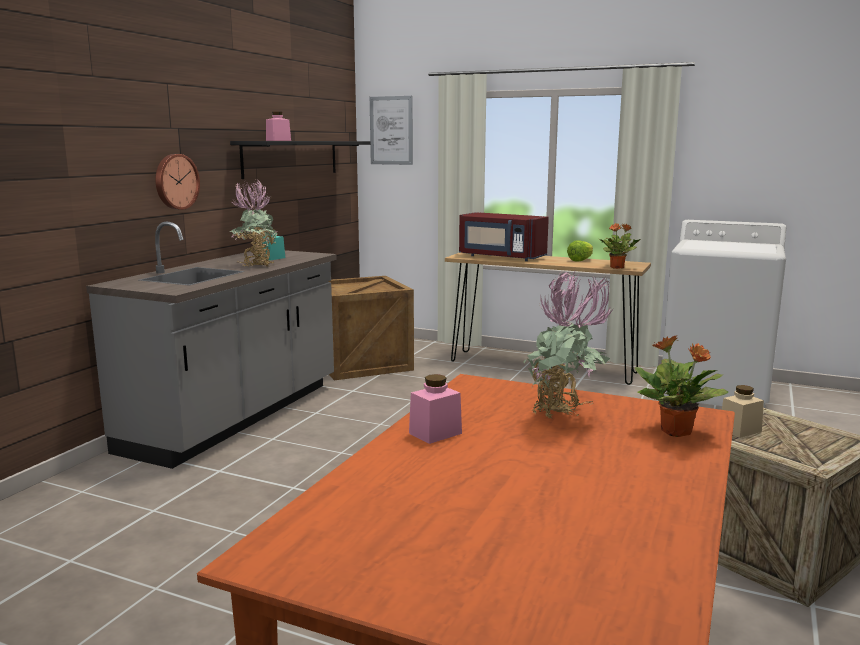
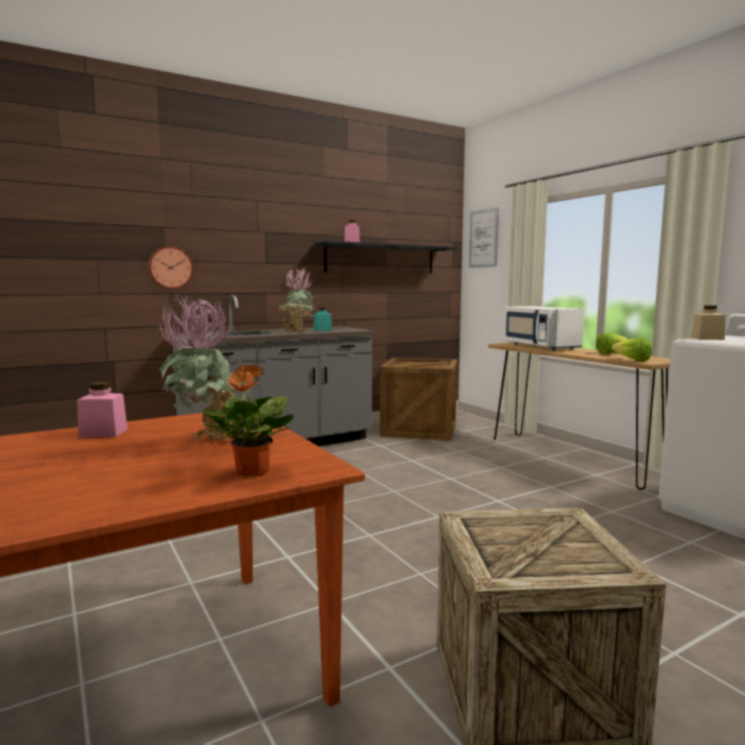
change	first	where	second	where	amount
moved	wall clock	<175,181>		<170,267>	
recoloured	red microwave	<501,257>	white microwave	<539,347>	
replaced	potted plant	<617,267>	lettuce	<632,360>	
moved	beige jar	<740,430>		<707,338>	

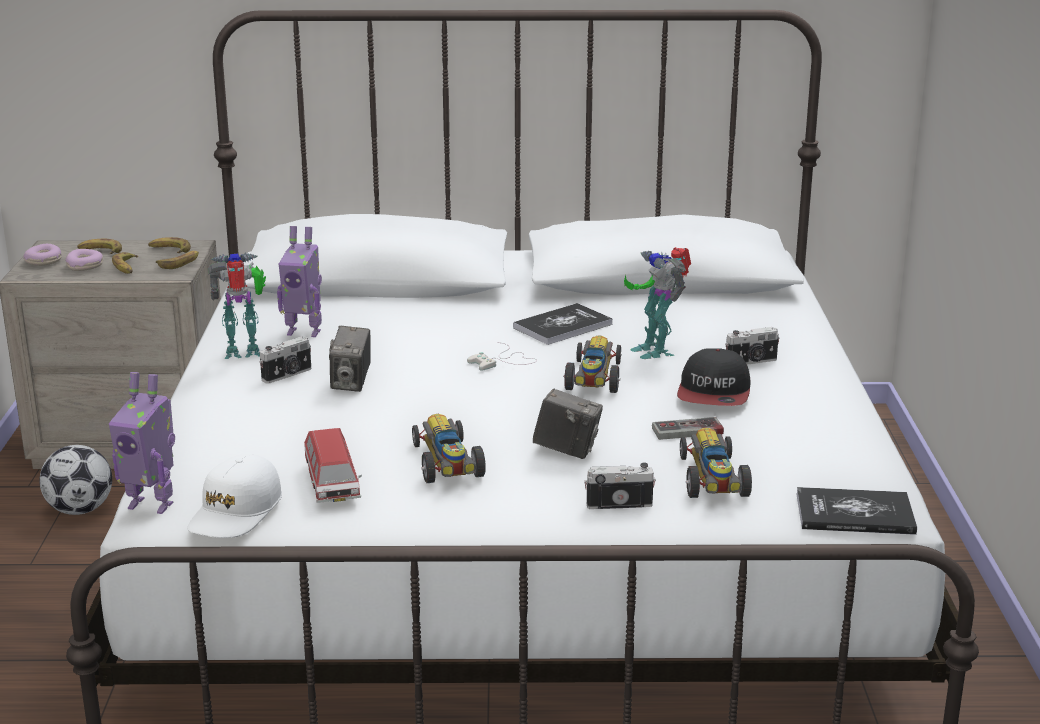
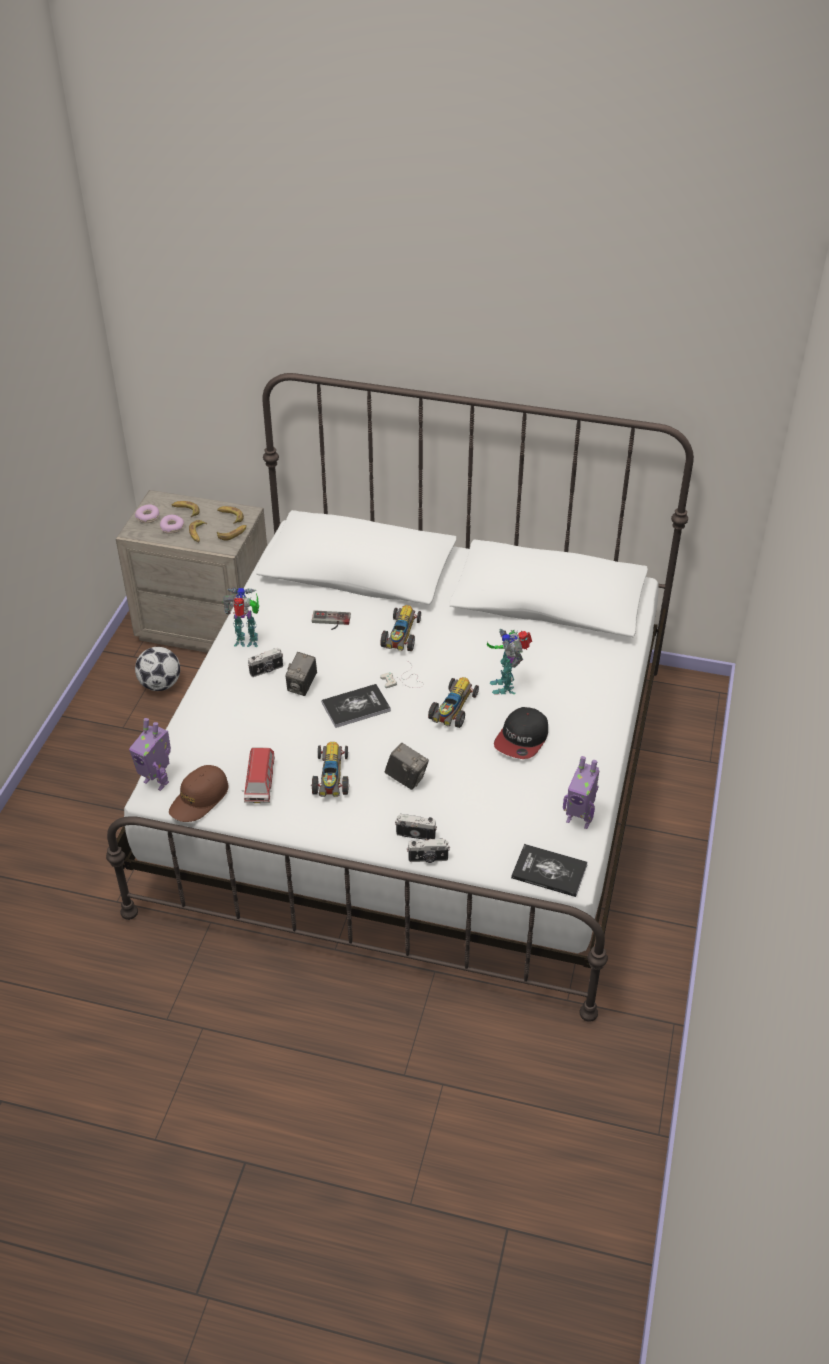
change	first	where	second	where	amount
recoloured	white cap	<235,512>	brown cap	<199,799>	
moved	toy robot	<304,332>		<579,819>	
moved	book	<562,326>		<356,707>	
moved	game controller	<689,434>		<330,622>	
moved	toy car	<712,480>		<401,636>	
moved	photo camera	<752,362>		<428,859>	

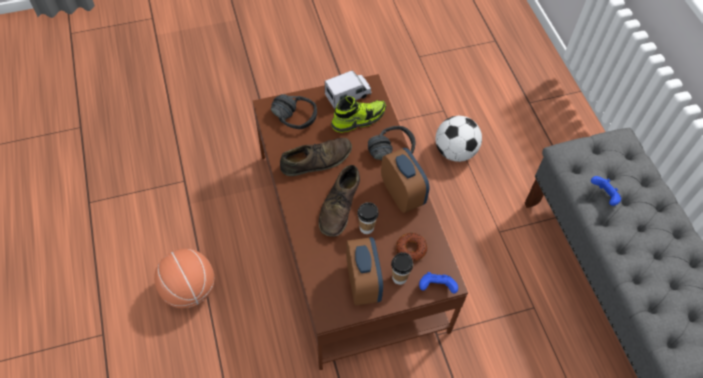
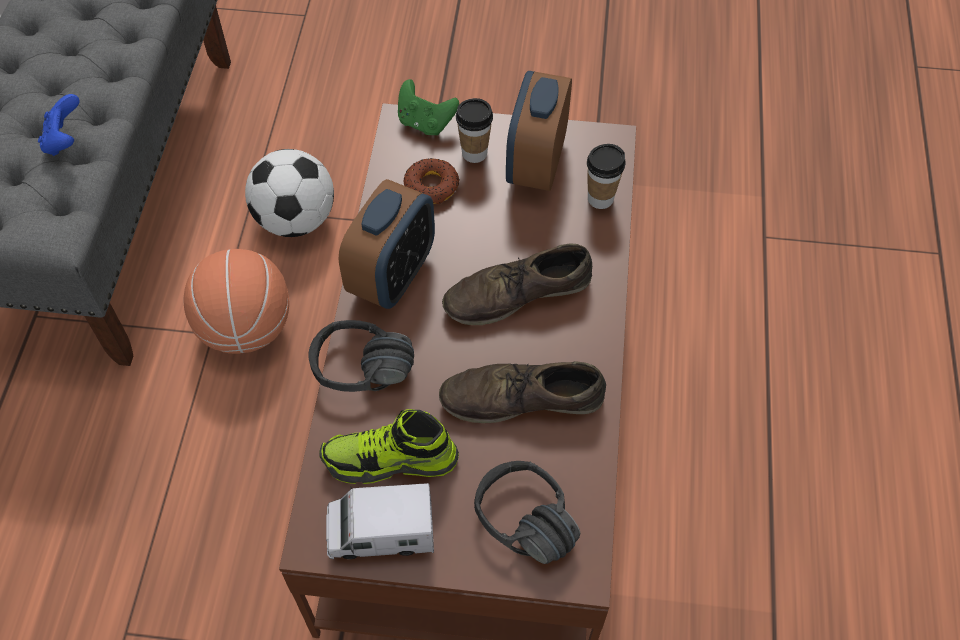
change	first	where	second	where	amount
moved	basketball	<189,289>		<246,328>	
turned	brown shoe	<339,206>		<517,294>	150 degrees counterclockwise
moved	cup	<366,228>		<600,199>	
turned	alarm clock	<402,194>		<392,275>	150 degrees counterclockwise
recoloured	blue game controller	<436,287>	green game controller	<425,123>	
moved	football	<454,151>		<296,220>	

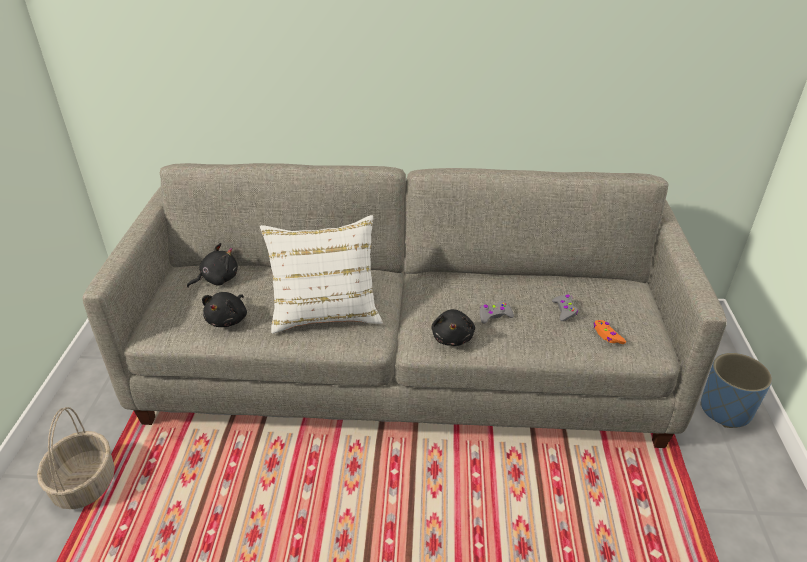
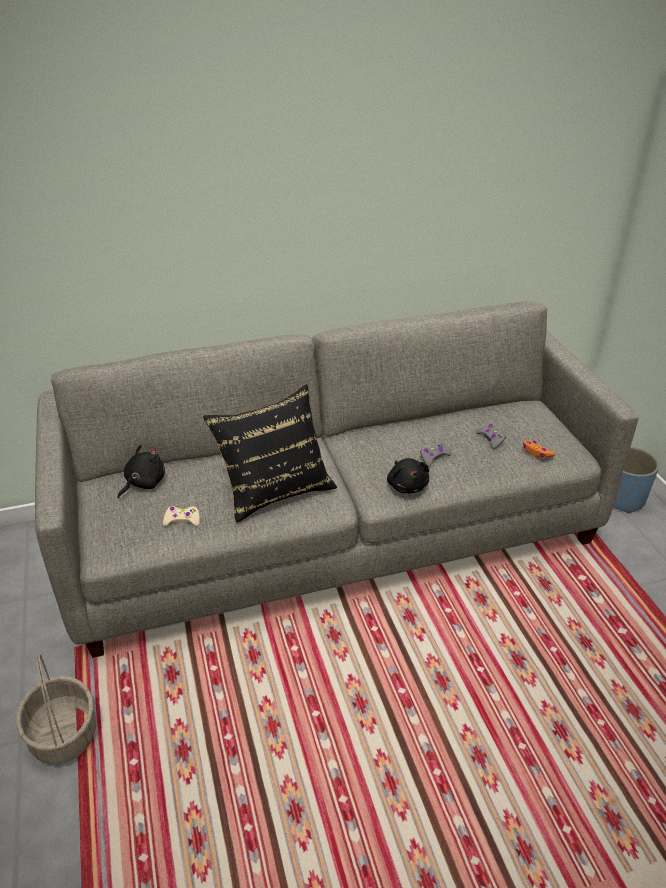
change	first	where	second	where	amount
replaced	black plush toy	<228,319>	beige game controller	<182,520>	
recoloured	white pillow	<326,311>	black pillow	<275,489>	

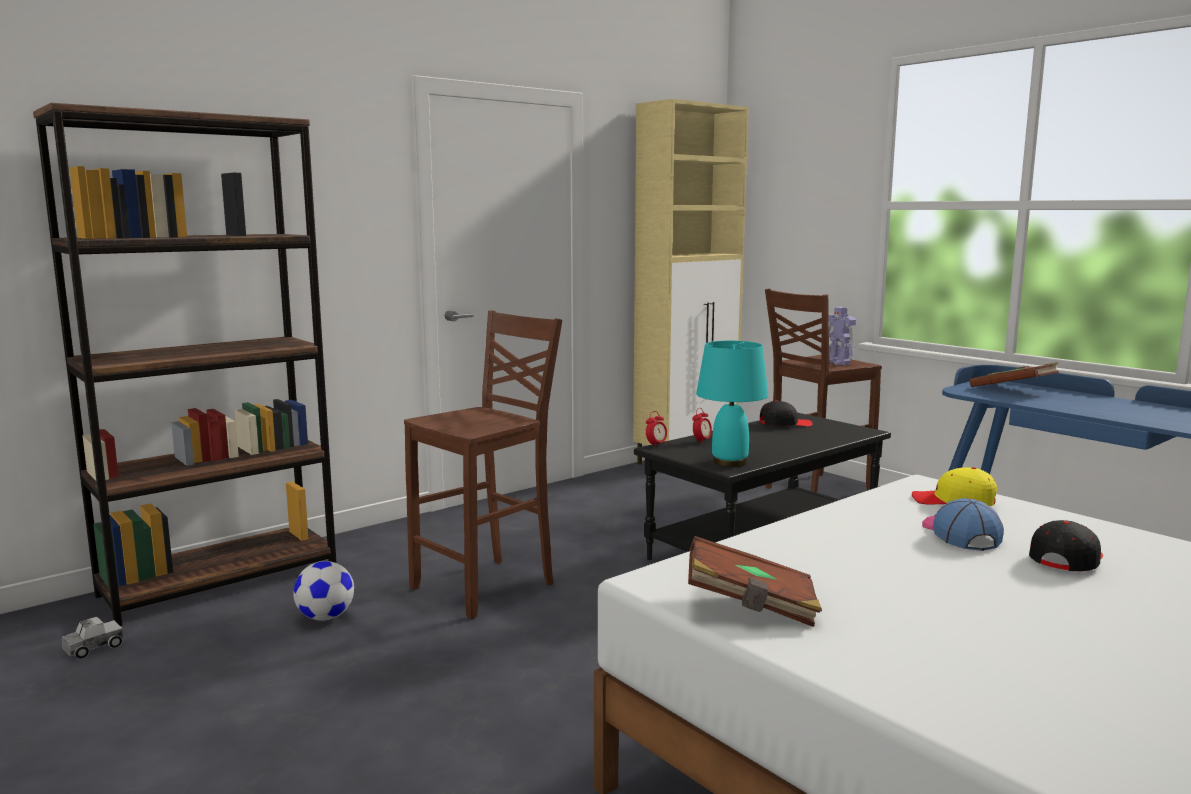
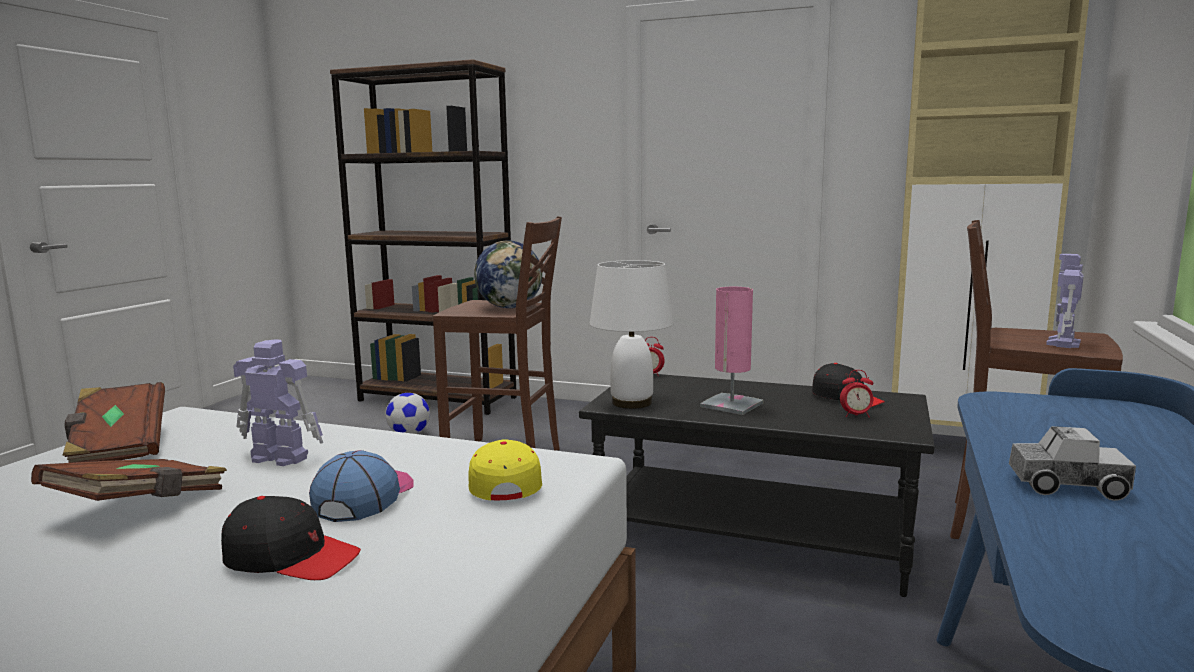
change	first	where	second	where	amount
moved	toy truck	<93,648>		<1066,486>	
moved	alarm clock	<701,441>		<856,415>	
recoloured	turquoise table lamp	<729,462>	white table lamp	<632,402>	
turned	cap	<960,534>		<363,497>	45 degrees counterclockwise
moved	brown book	<1012,390>		<140,506>	
added			toy robot	<279,457>	
added			globe	<510,307>	
added			pink table lamp	<731,405>	

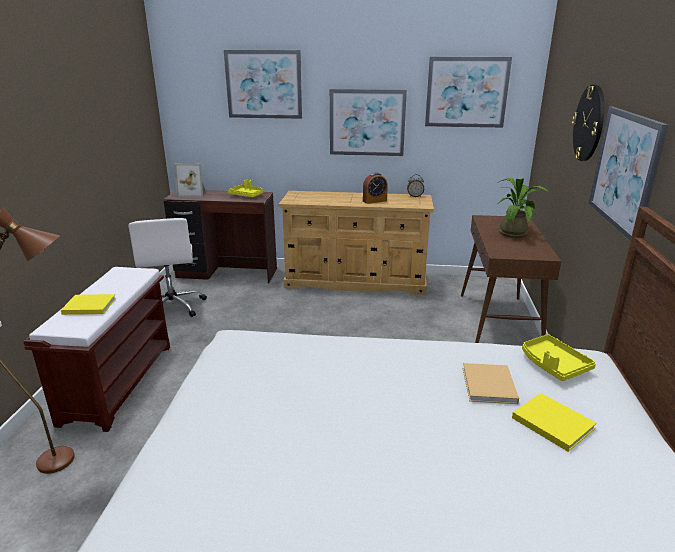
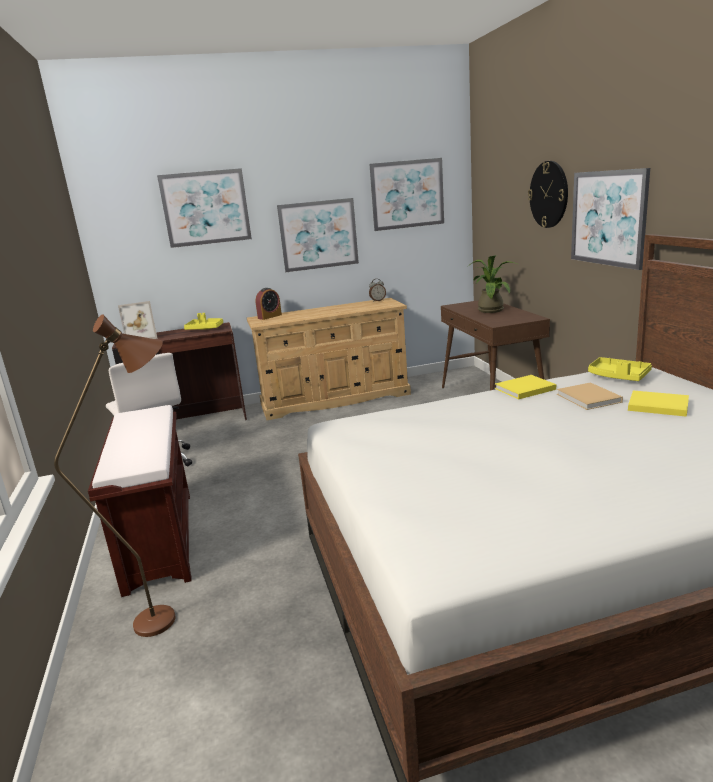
change	first	where	second	where	amount
moved	yellow book	<88,306>		<523,389>	
moved	alarm clock	<374,201>		<269,316>	

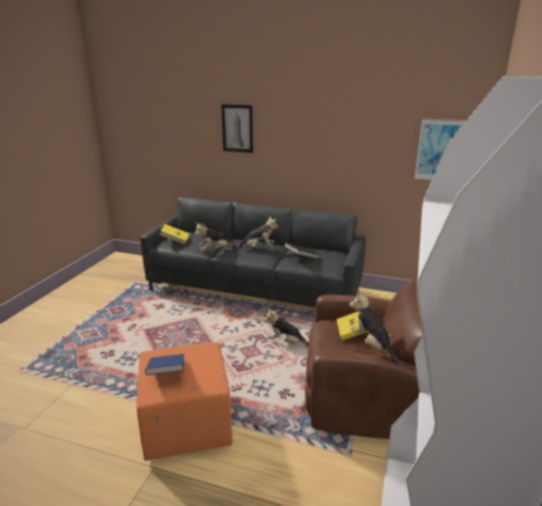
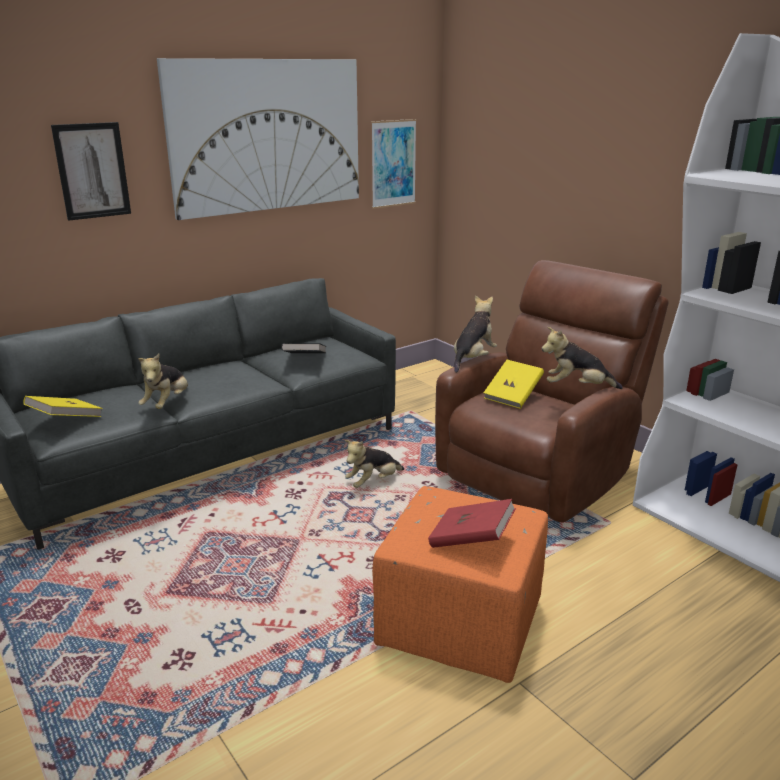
change	first	where	second	where	amount
recoloured	blue book	<166,374>	red book	<471,540>	
moved	plush toy	<258,248>		<473,359>	
added			picture	<267,136>	

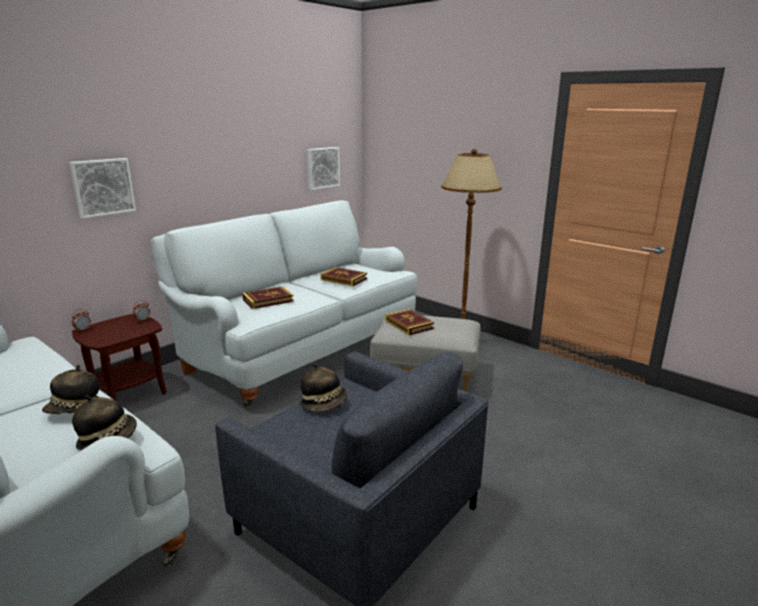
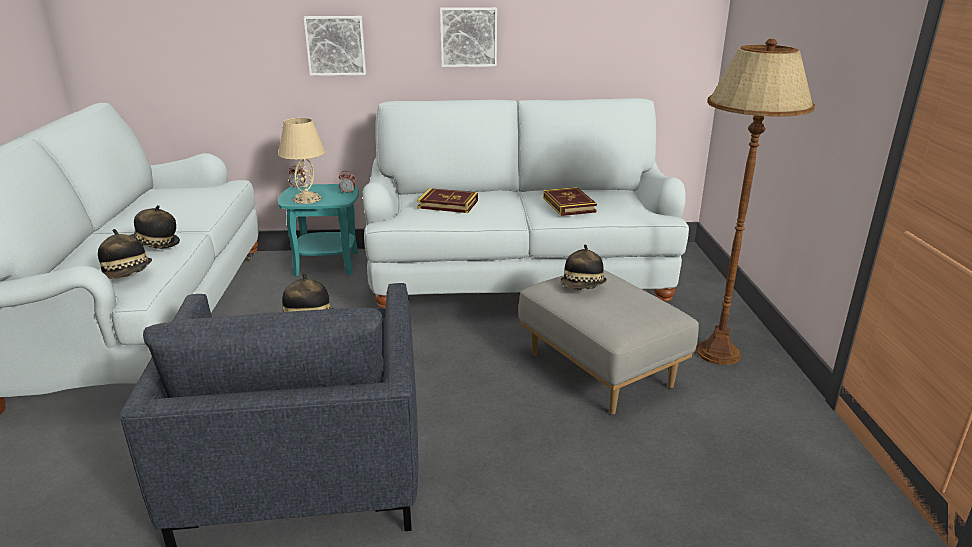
change	first	where	second	where	amount
recoloured	brown side table	<129,394>	turquoise side table	<327,263>	
moved	picture	<322,167>		<468,37>	
replaced	book	<409,324>	hat	<583,287>	
added			beige table lamp	<307,199>	

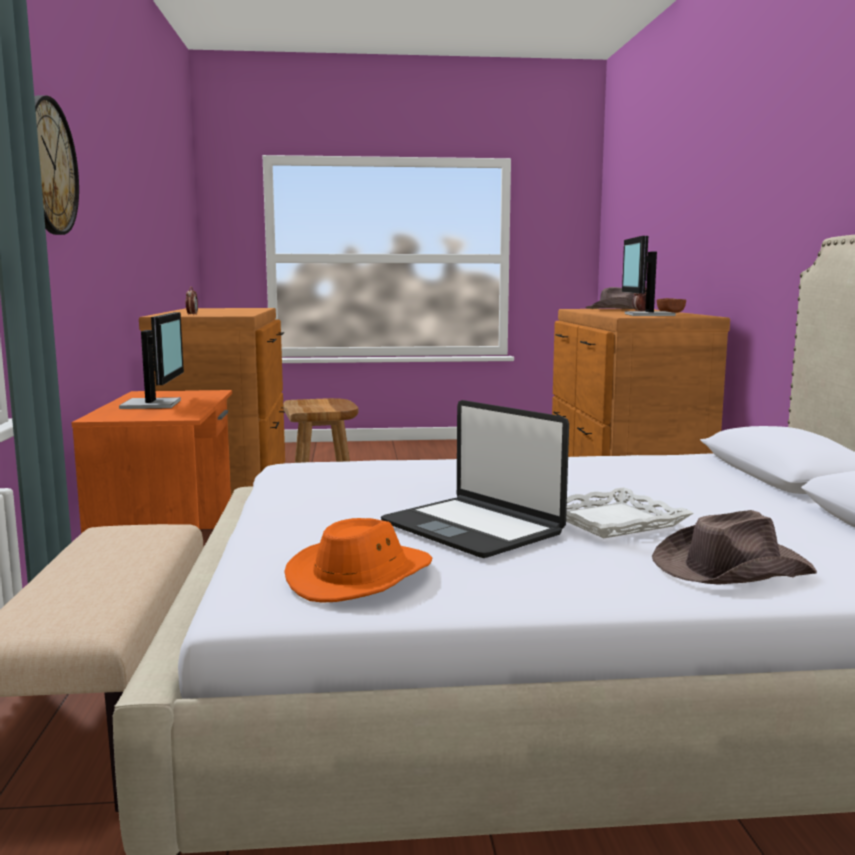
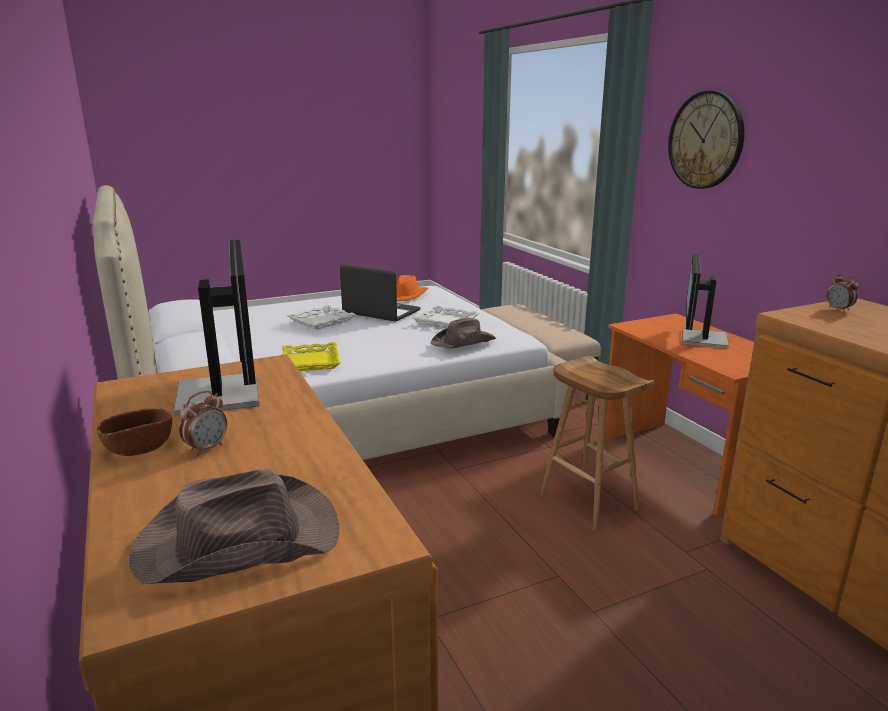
change	first	where	second	where	amount
turned	monitor	<154,404>		<701,339>	45 degrees clockwise
moved	brown hat	<730,568>		<464,342>	
added			yellow tray	<311,362>	
added			white tray	<445,322>	

